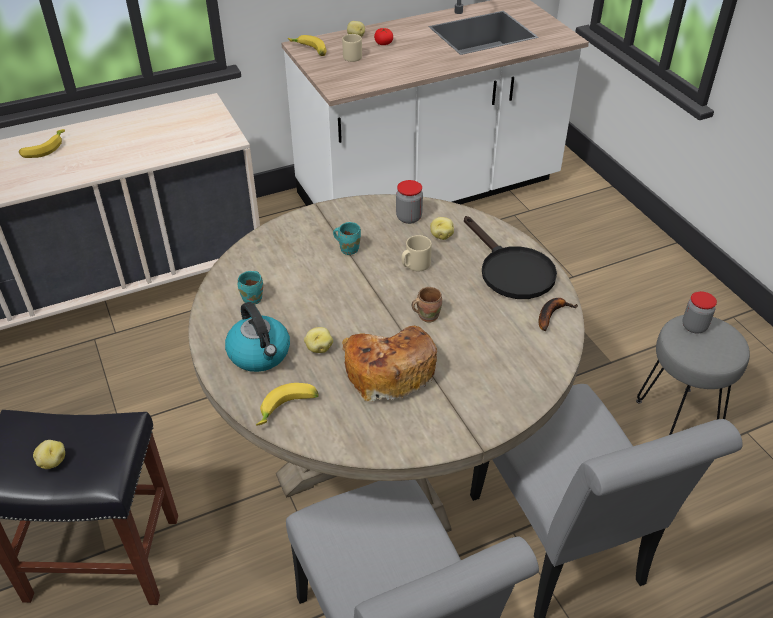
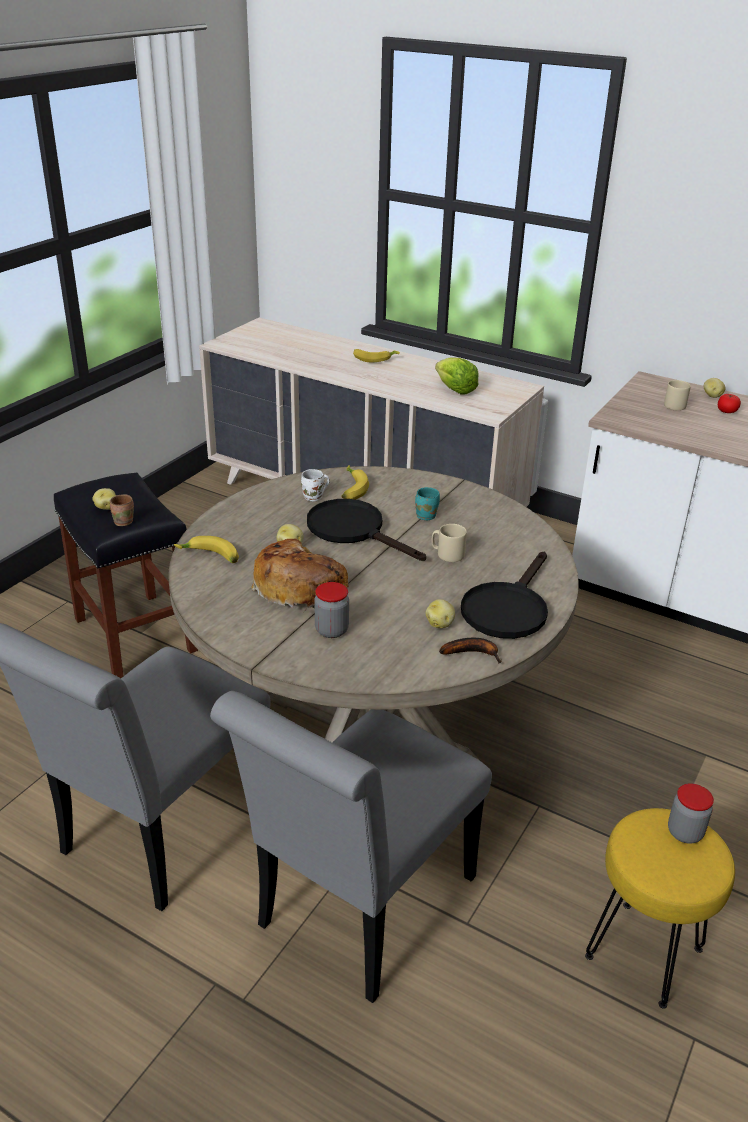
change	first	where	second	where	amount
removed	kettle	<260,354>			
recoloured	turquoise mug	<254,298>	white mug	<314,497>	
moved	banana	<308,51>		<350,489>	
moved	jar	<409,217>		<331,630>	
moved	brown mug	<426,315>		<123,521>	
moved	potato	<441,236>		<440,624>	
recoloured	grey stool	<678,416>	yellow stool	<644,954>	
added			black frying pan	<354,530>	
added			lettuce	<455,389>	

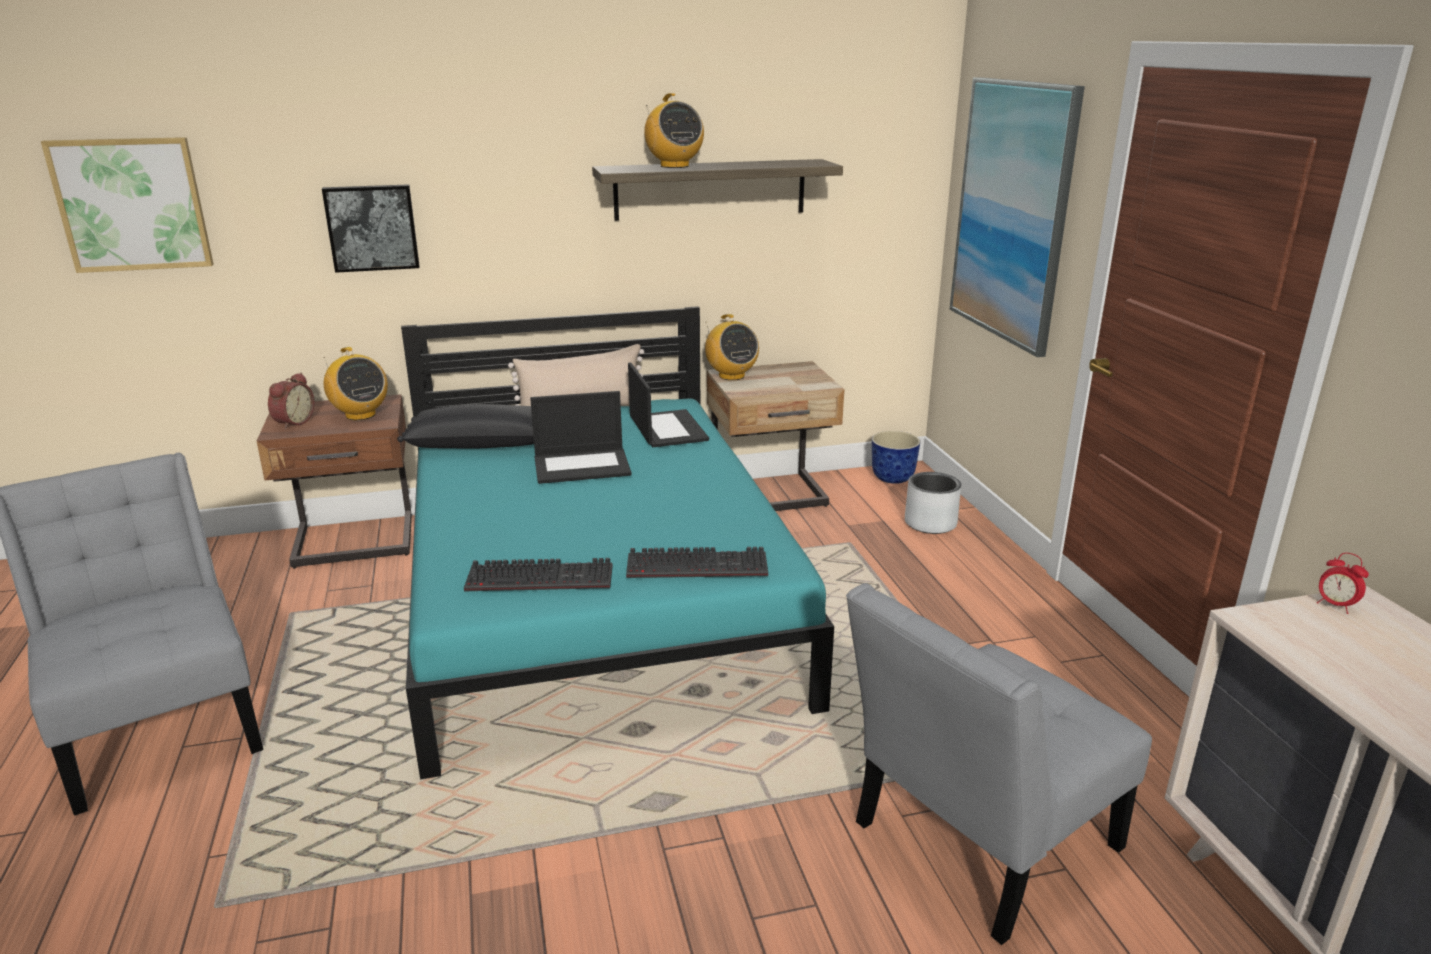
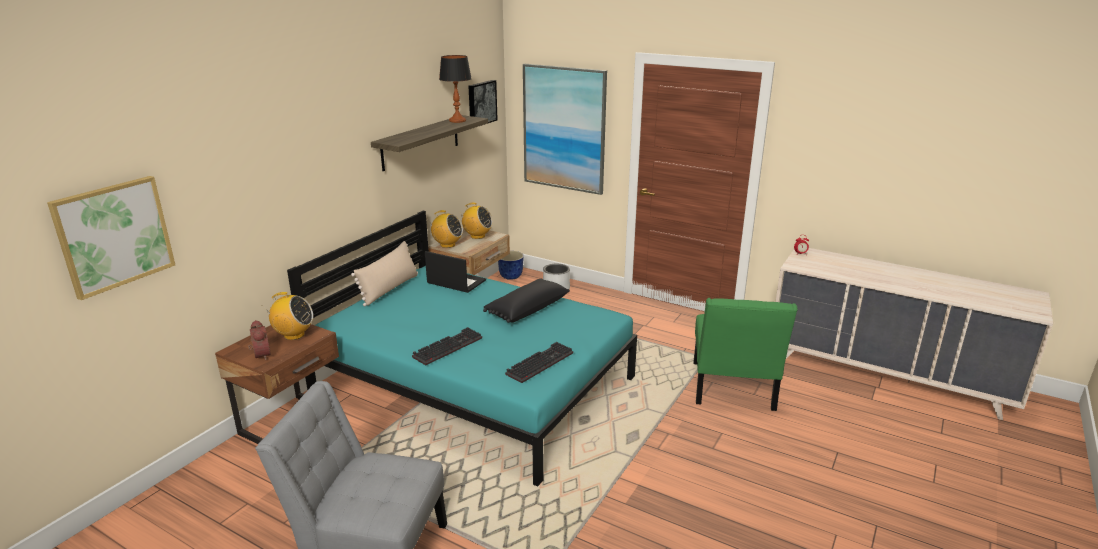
change	first	where	second	where	amount
moved	picture	<372,227>		<481,103>	
moved	black pillow	<482,443>		<526,309>	
removed	laptop	<583,465>			
moved	keyboard	<699,565>		<448,346>	
moved	radio	<674,166>		<477,236>	
recoloured	grey chair	<976,842>	green chair	<732,389>	
added			table lamp	<457,121>	

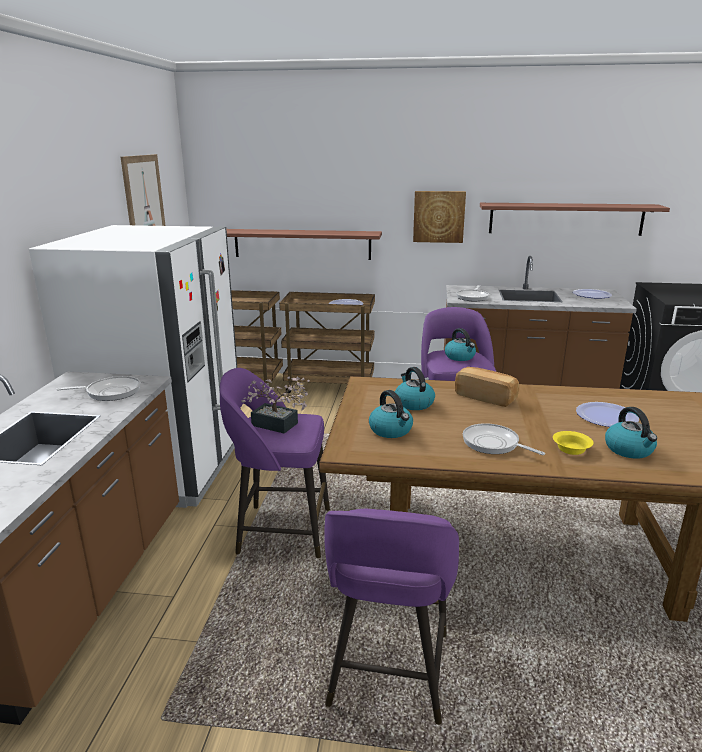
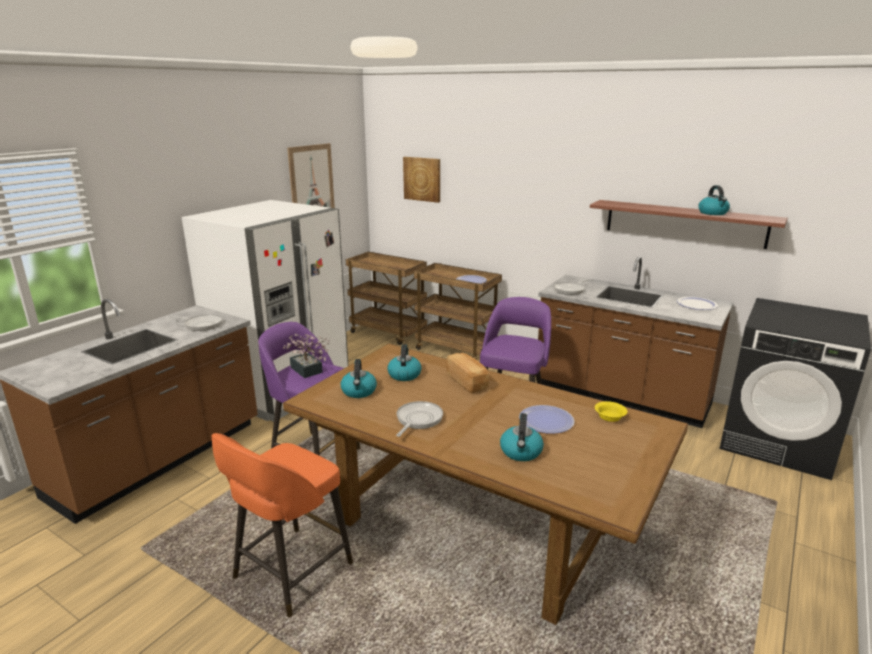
change	first	where	second	where	amount
removed	shelf	<302,244>			
recoloured	purple stool	<388,672>	orange stool	<290,572>	
moved	picture	<439,216>		<422,179>	
moved	kettle	<460,357>		<713,213>	
turned	frying pan	<493,444>		<418,420>	45 degrees clockwise
moved	yellow bowl	<572,449>		<610,417>	

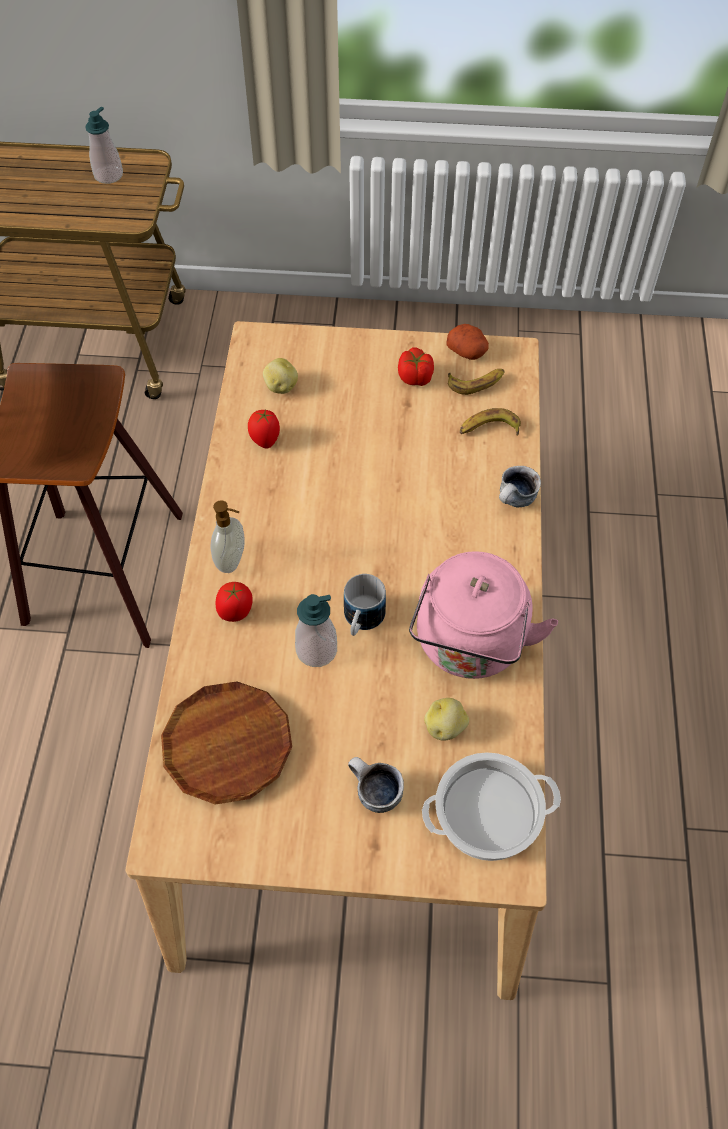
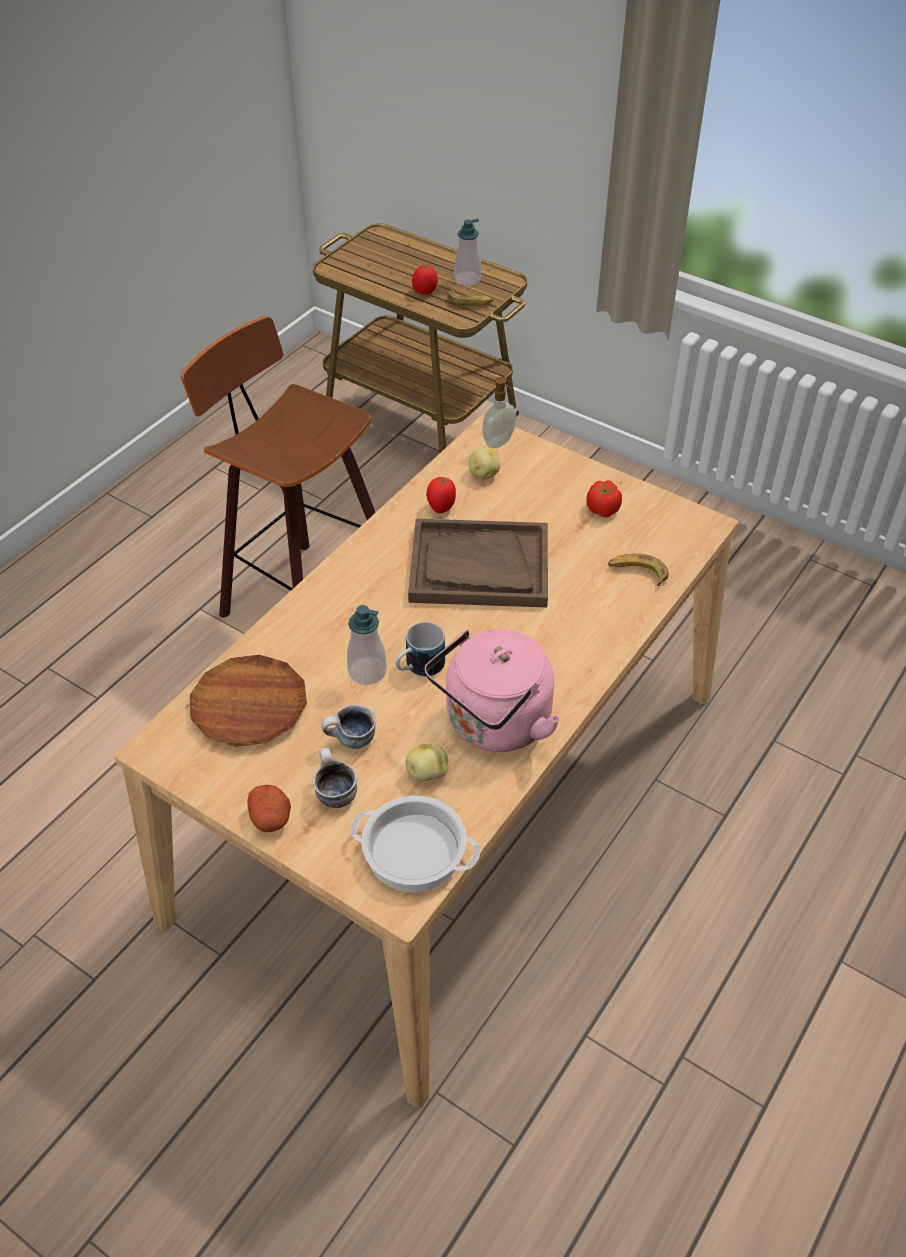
change	first	where	second	where	amount
moved	soap dispenser	<232,560>		<499,442>	
moved	tomato	<236,612>		<425,291>	
moved	potato	<467,351>		<271,818>	
moved	banana	<476,382>		<469,302>	
moved	mug	<515,502>		<350,741>	
added			brown tray	<479,567>	

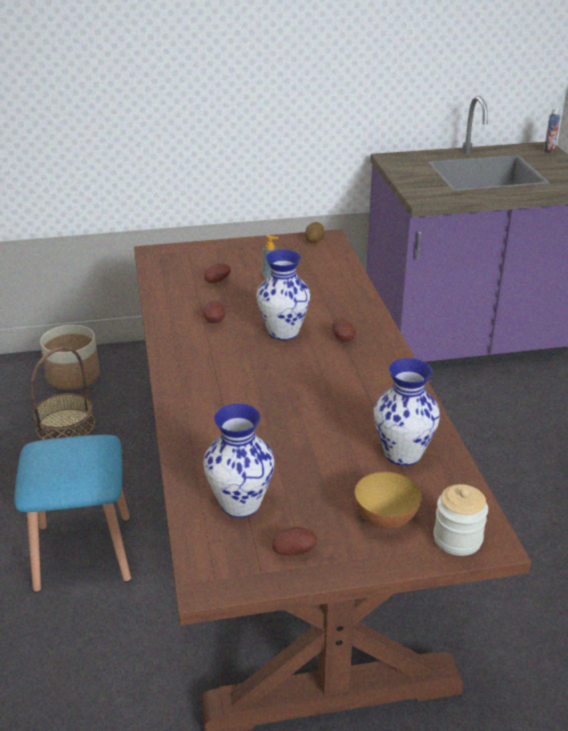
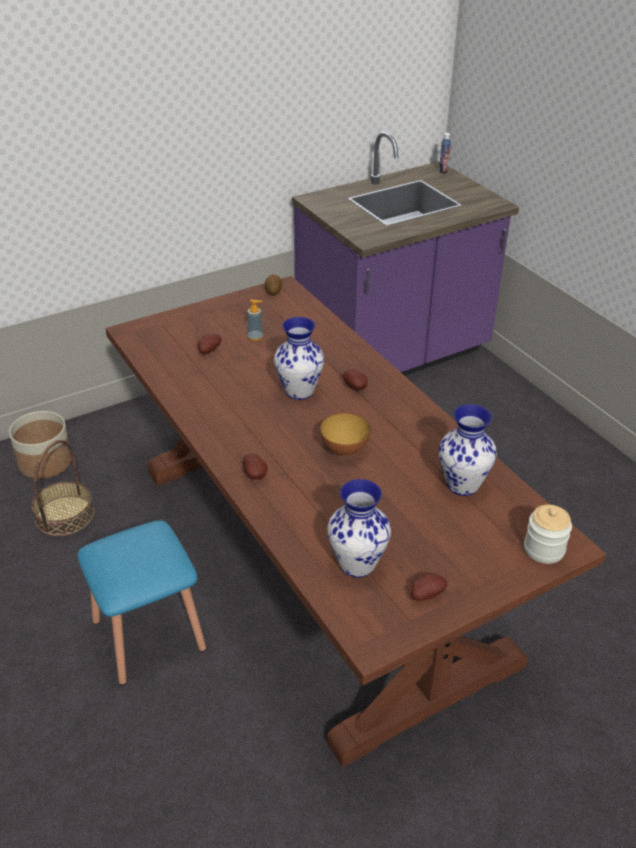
change	first	where	second	where	amount
moved	potato	<215,321>		<256,475>	
moved	bowl	<385,521>		<344,450>	

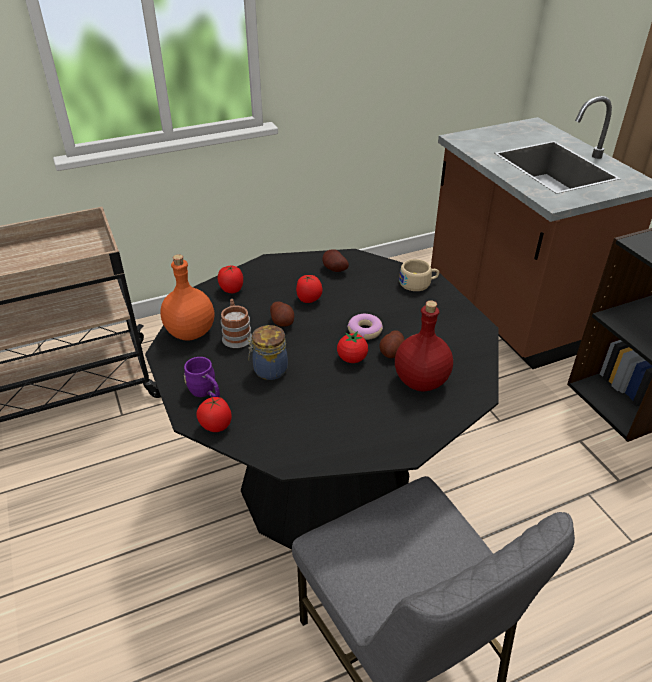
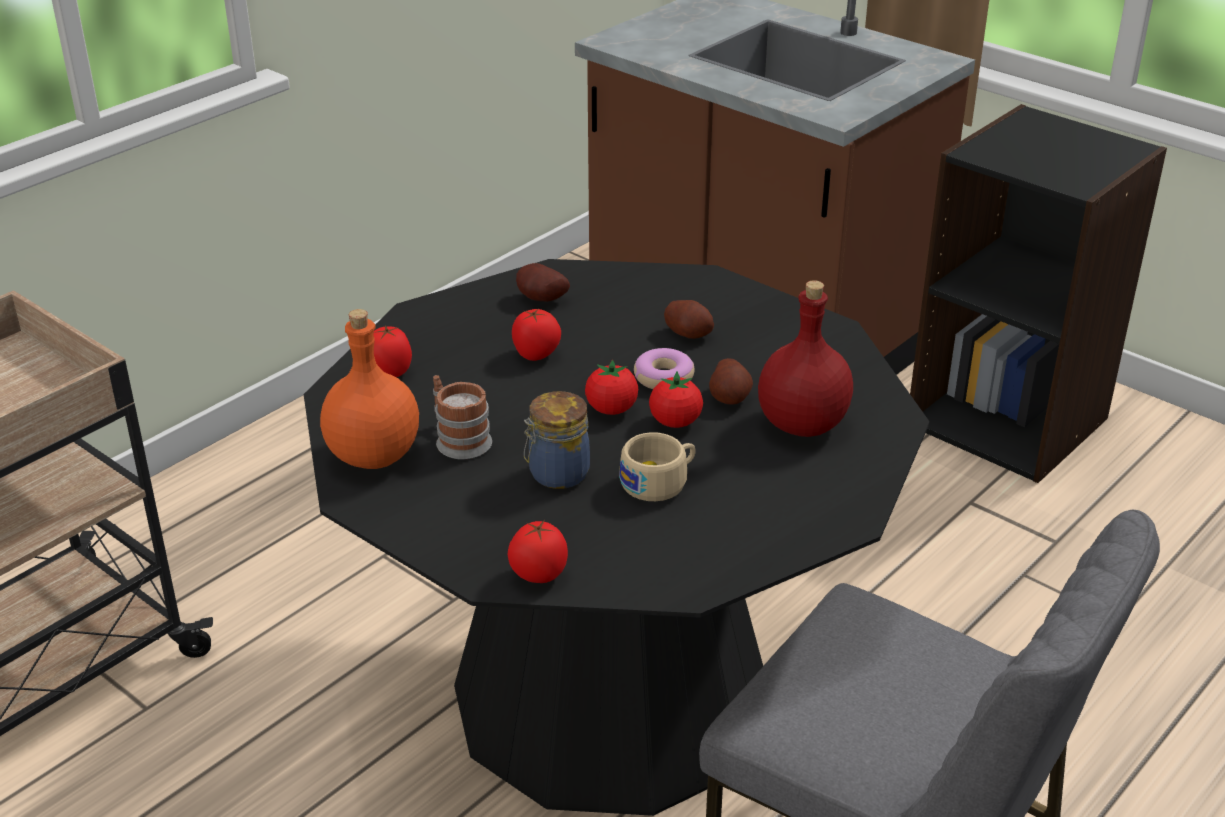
change	first	where	second	where	amount
removed	purple mug	<206,393>			
moved	potato	<282,322>		<689,333>	
moved	beige cup	<418,283>		<660,482>	
added			tomato	<611,409>	

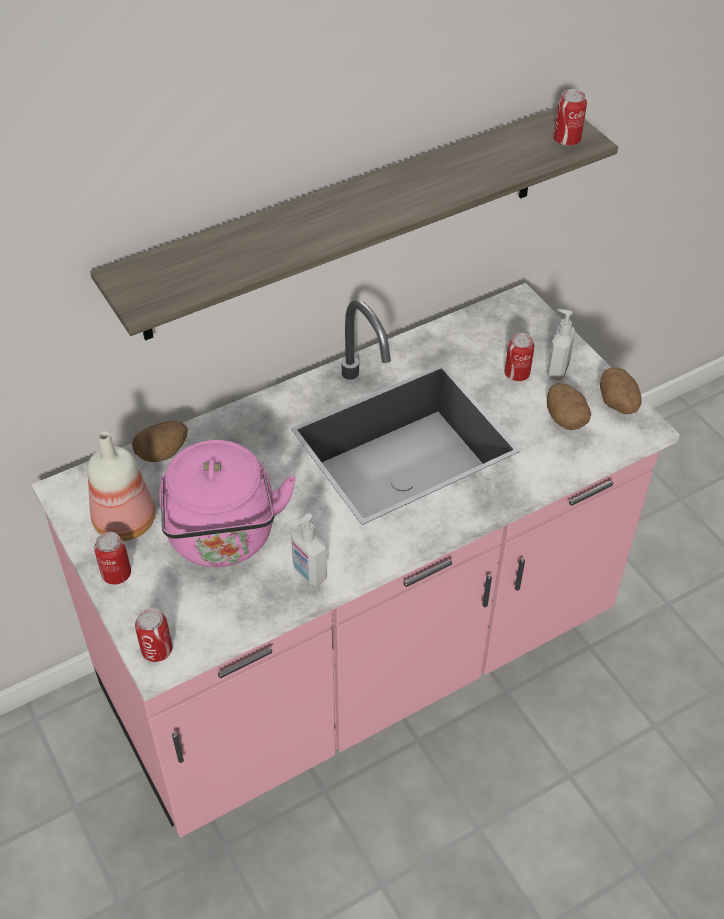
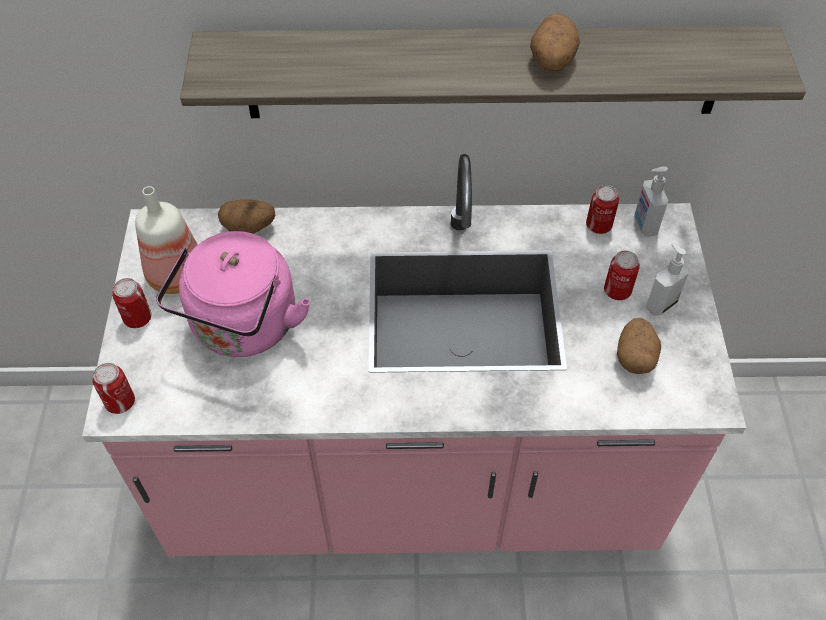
change	first	where	second	where	amount
moved	soap dispenser	<308,573>		<644,225>	
moved	can	<566,140>		<598,225>	
moved	potato	<618,404>		<552,61>	

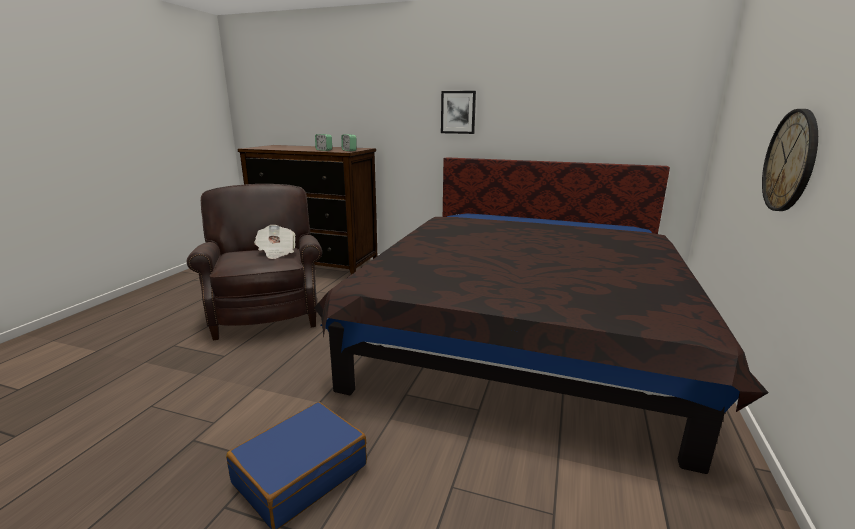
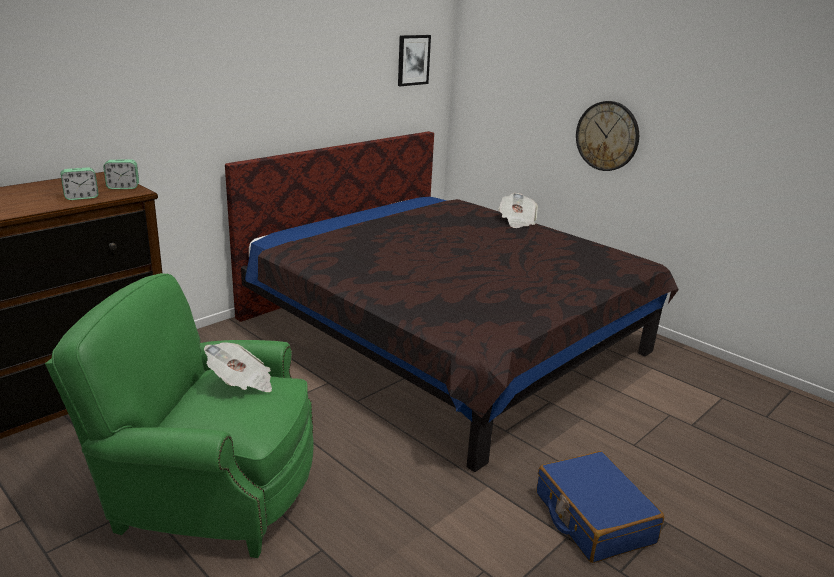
change	first	where	second	where	amount
recoloured	brown armchair	<267,312>	green armchair	<207,490>	
moved	picture	<458,112>		<413,60>	
added			newspaper	<517,221>	

